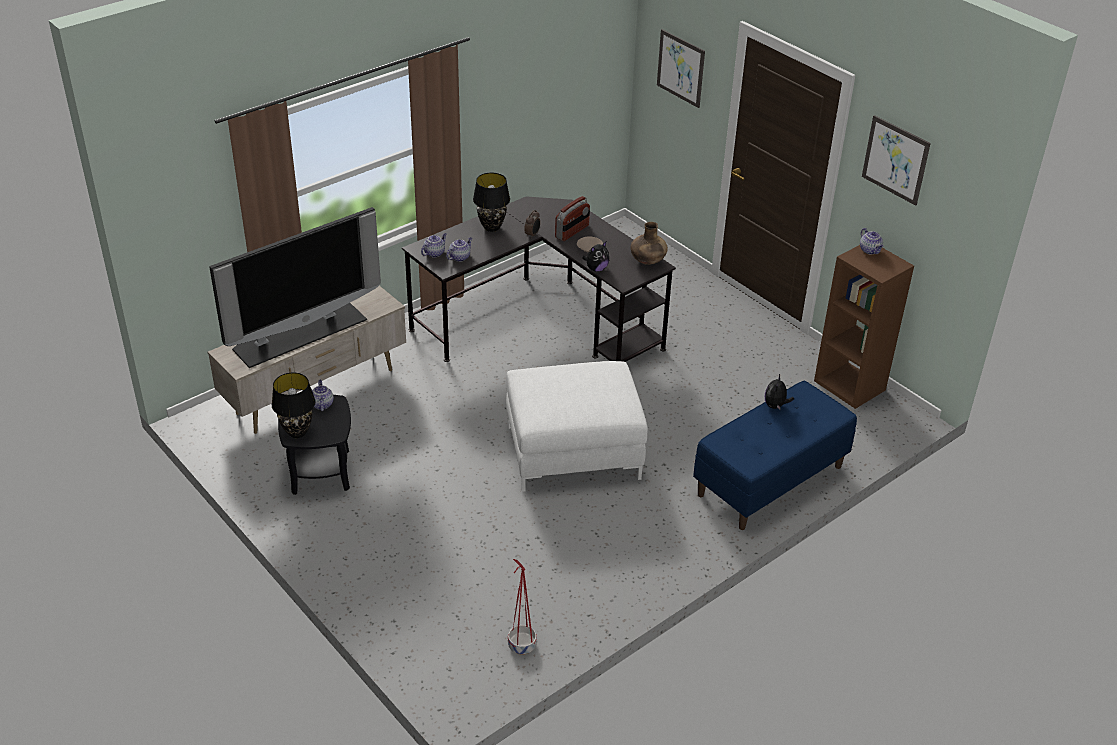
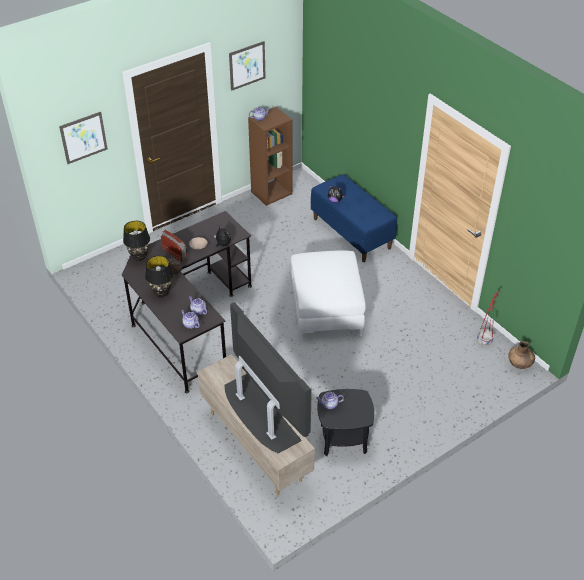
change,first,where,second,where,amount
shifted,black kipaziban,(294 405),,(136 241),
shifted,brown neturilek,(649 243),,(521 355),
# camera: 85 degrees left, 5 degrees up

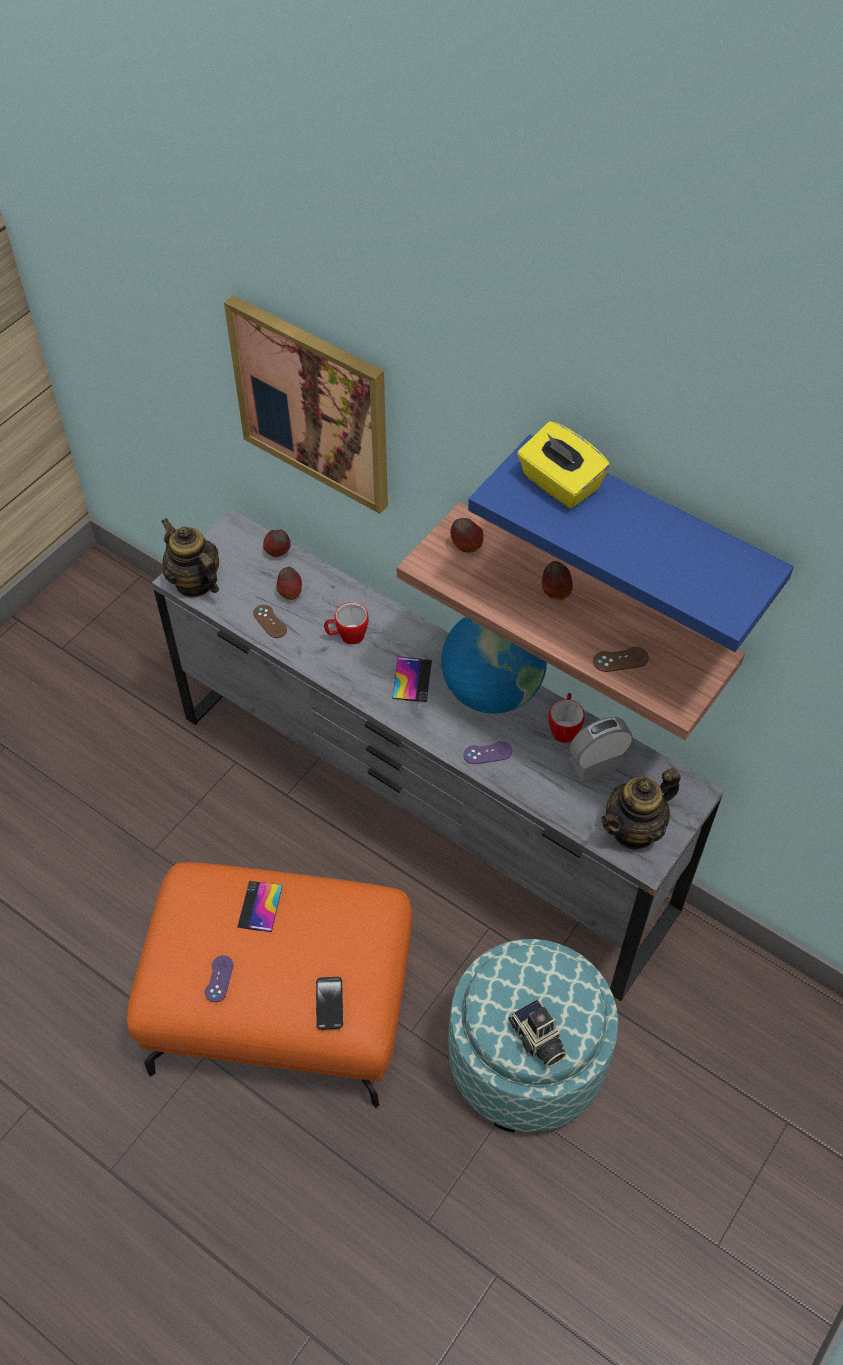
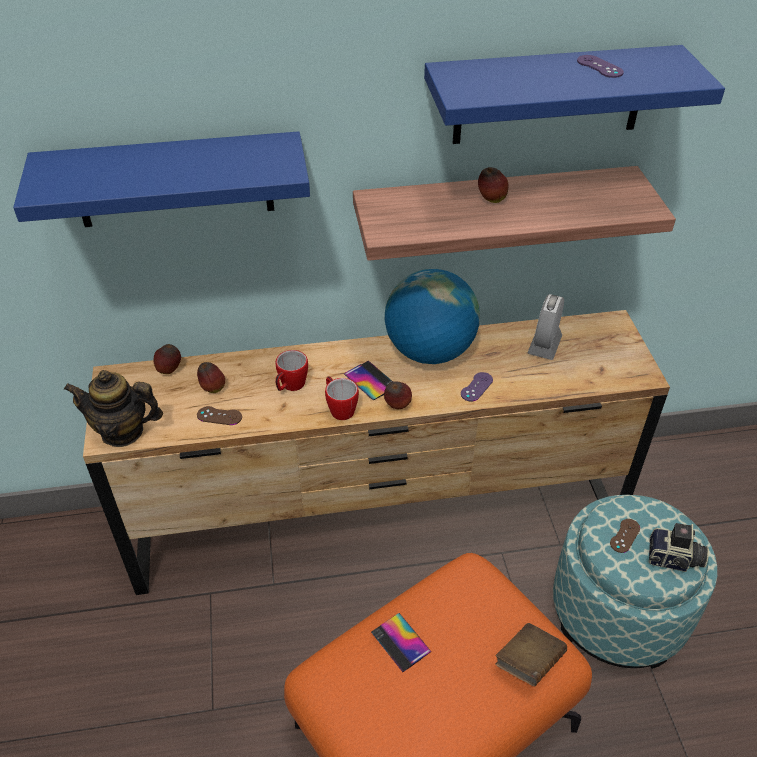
change,first,where,second,where,amount
gone,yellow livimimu,(563 465),,,
gone,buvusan,(641 809),,,
shifted,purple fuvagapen,(219 978),,(600 66),
shifted,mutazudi,(467 535),,(398 395),
shifted,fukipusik,(567 718),,(342 398),
shifted,brown fuvagapen,(621 659),,(625 536),
swapped,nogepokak,(306 404),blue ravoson,(161 179),
swapped,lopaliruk,(329 1003),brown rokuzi,(531 654),
repainted,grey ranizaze,(438 755),brown ranizaze,(376 452),
# camera: 45 degrees left, 10 degrees down

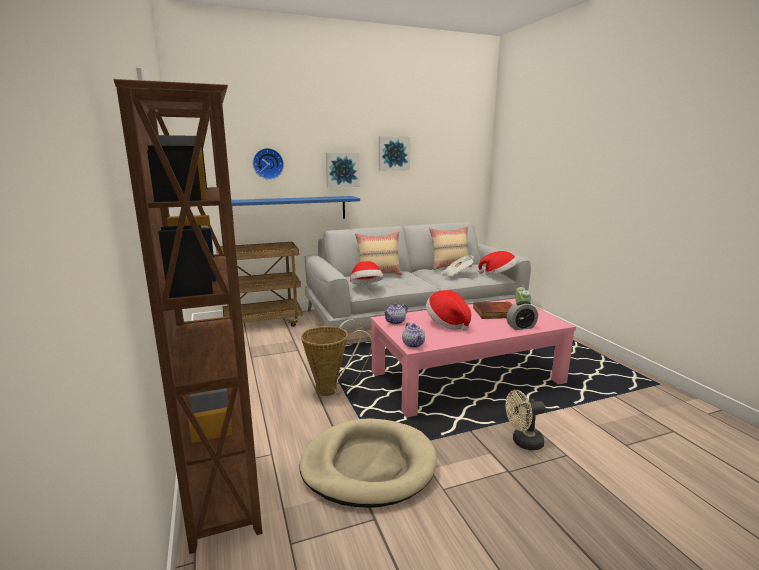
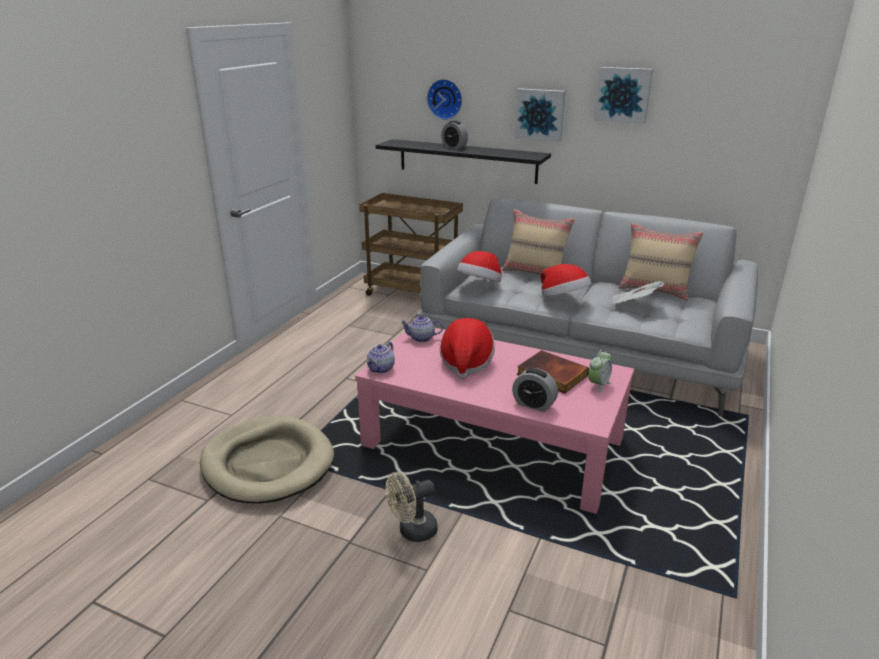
change,first,where,second,where,amount
gone,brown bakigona,(188 316),,,
gone,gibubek,(336 357),,,
new,,,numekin,(454 135),
shifted,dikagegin,(498 263),,(566 280),
repainted,blue ravoson,(295 210),black ravoson,(463 161),
rotated,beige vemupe,(525 420),,(412 507),60 degrees counterclockwise
# camera: 45 degrees right, 10 degrees up

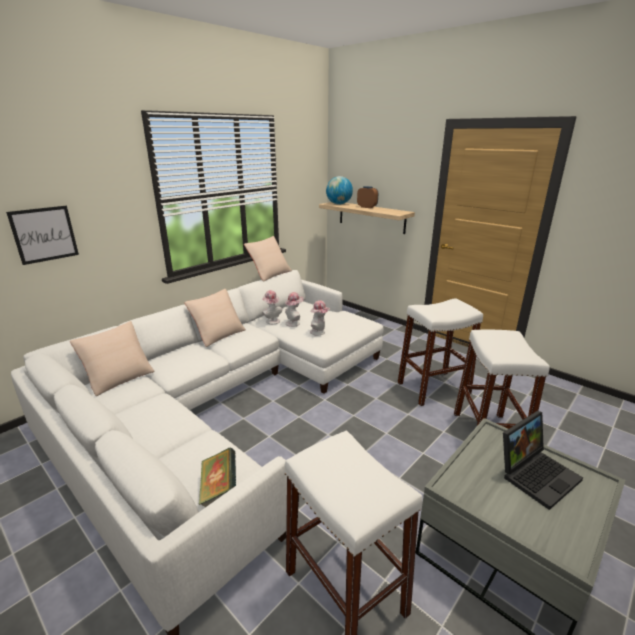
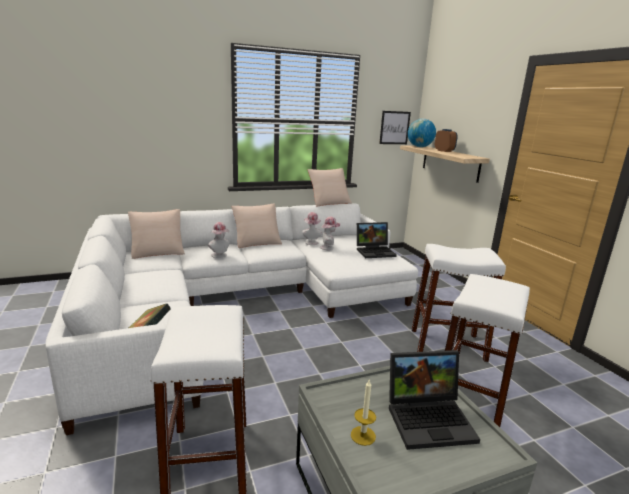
change,first,where,second,where,amount
new,,,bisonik,(363 413),
new,,,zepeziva,(377 240),
shifted,nogepokak,(42 235),,(395 127),
shifted,dikagegin,(320 317),,(219 240),
# camera: 25 degrees right, 5 degrees down

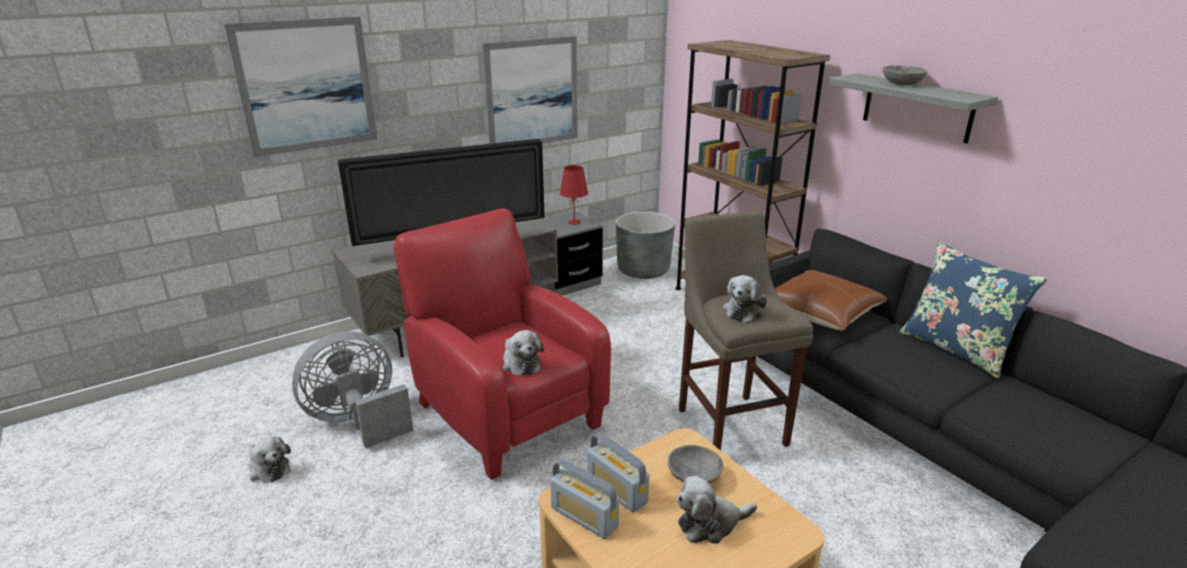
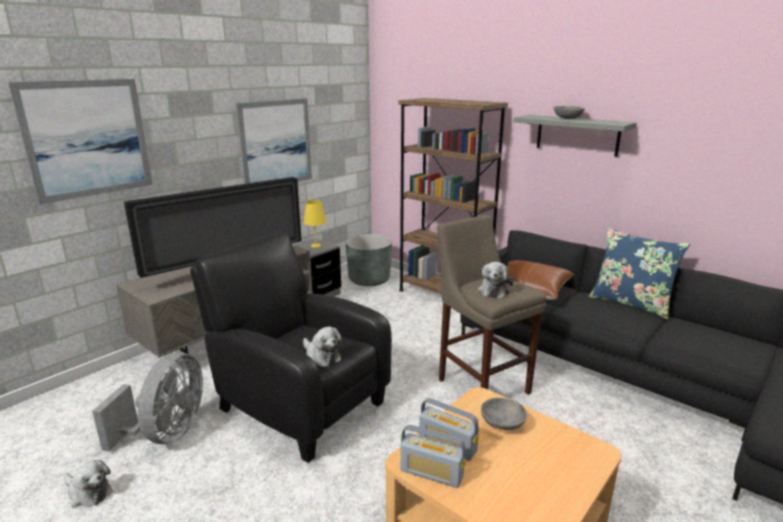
change,first,where,second,where,amount
gone,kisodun,(717 510),,,
repainted,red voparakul,(502 344),black voparakul,(291 347),
repainted,red kipaziban,(574 195),yellow kipaziban,(314 224),
rotated,grey vemupe,(353 389),,(147 401),150 degrees clockwise
# camera: 15 degrees left, 5 degrees down

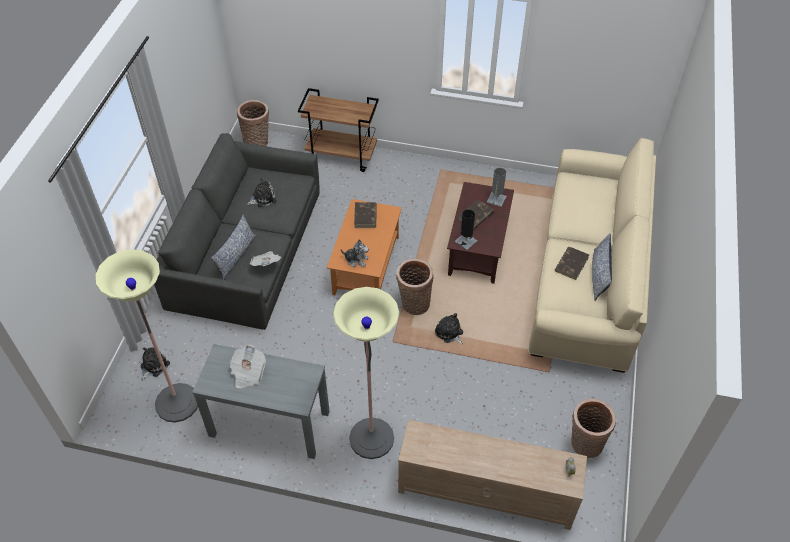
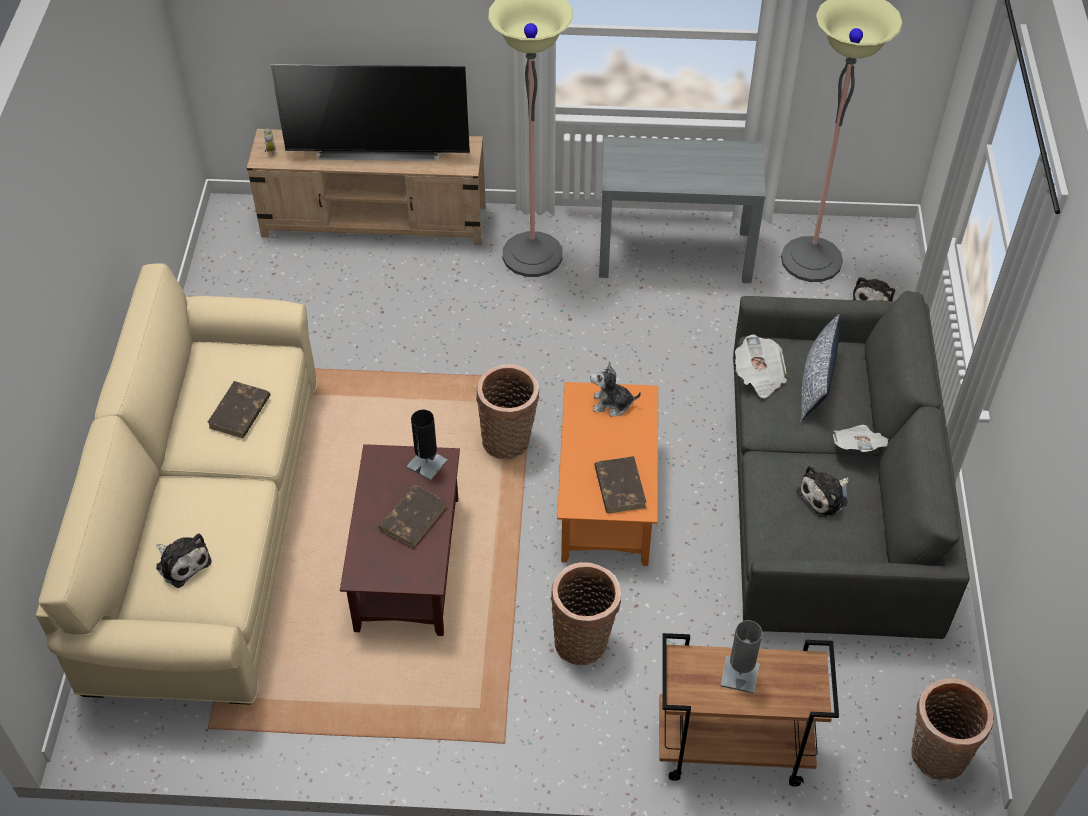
change,first,where,second,where,amount
gone,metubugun,(602 267),,,
new,,,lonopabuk,(370 112),
shifted,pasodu,(247 366),,(860 438),
shifted,kisodun,(449 328),,(184 561),
shifted,grey kipaziban,(496 187),,(741 657),
shifted,gibubek,(593 428),,(585 613),
# camera: 170 degrees right, 0 degrees up

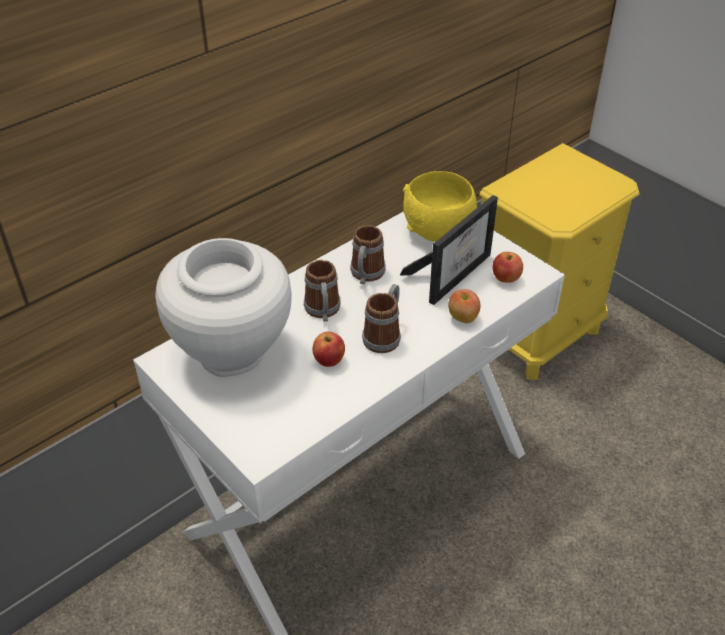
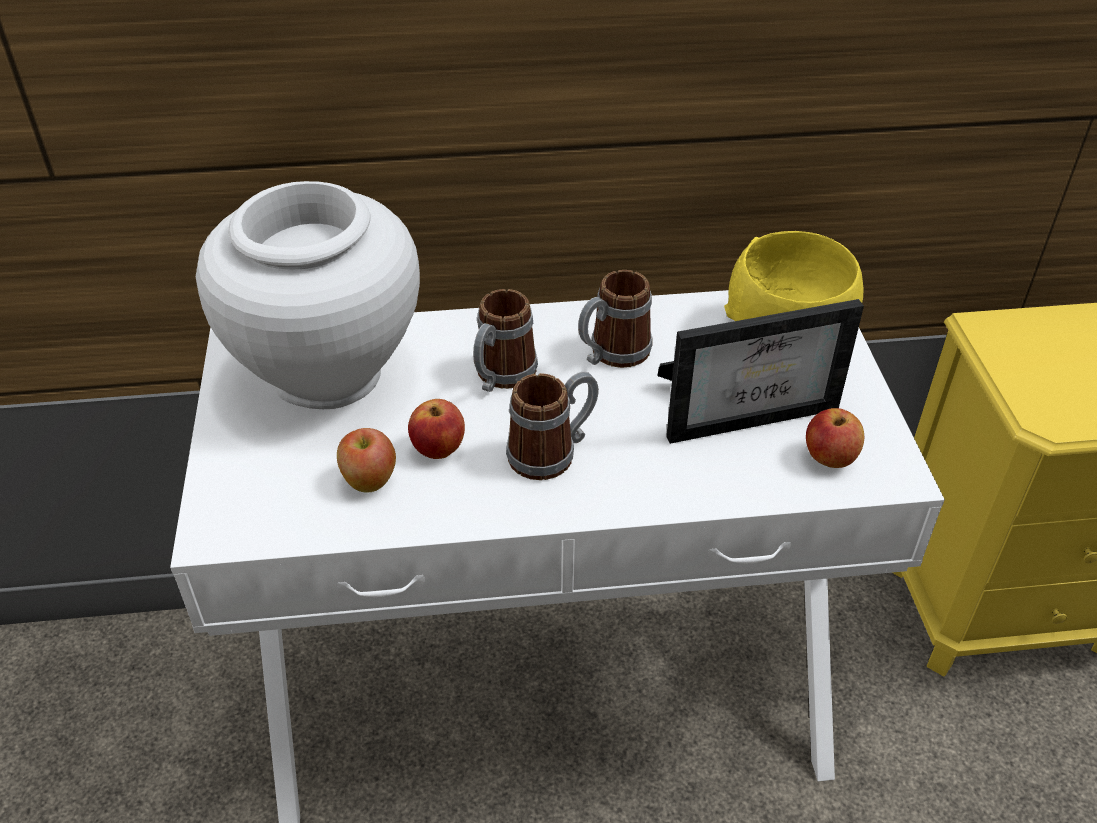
change,first,where,second,where,amount
shifted,mutazudi,(464 306),,(366 460),
# camera: 35 degrees right, 0 degrees up

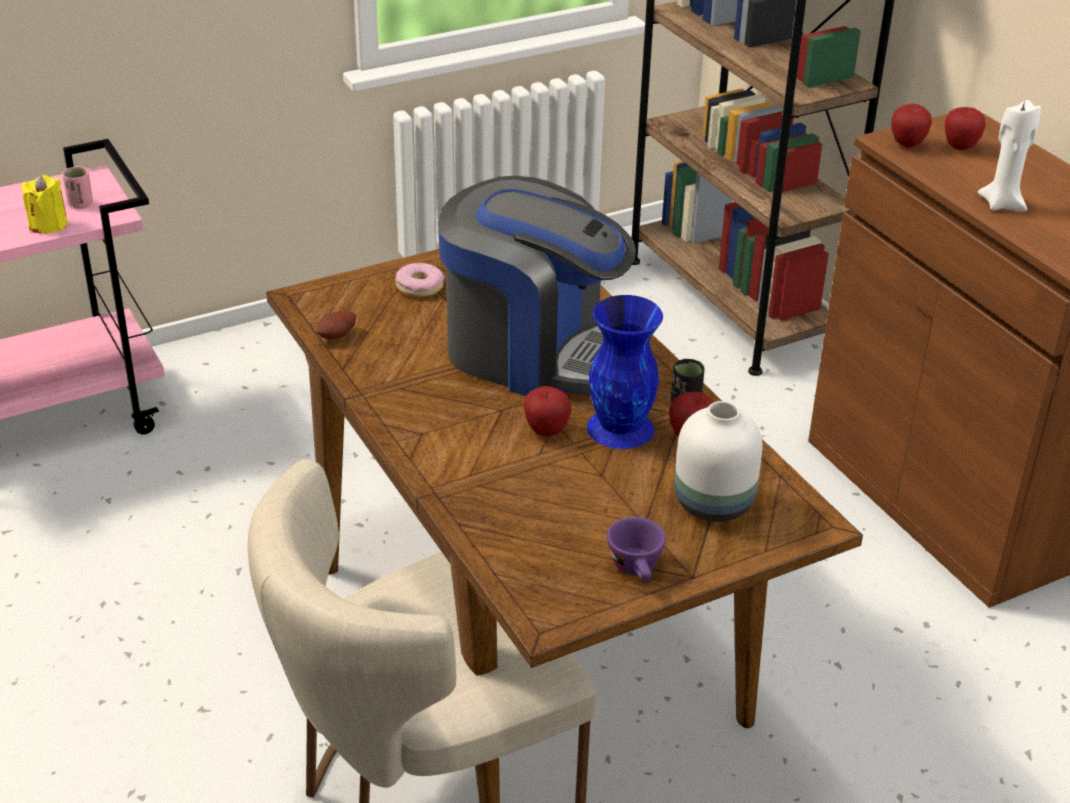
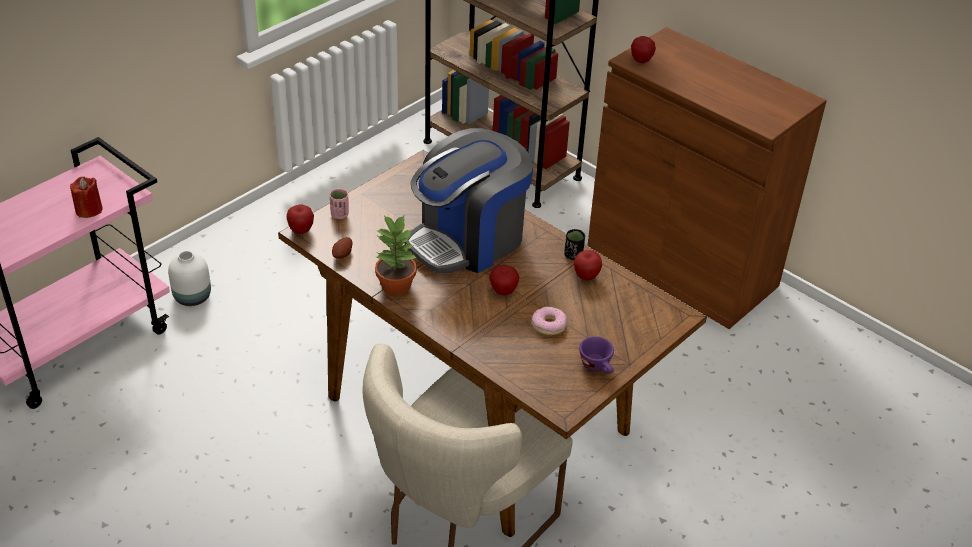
change,first,where,second,where,amount
gone,blue neturilek,(625 372),,,
gone,white bisonik,(1009 156),,,
new,,,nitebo,(396 255),
shifted,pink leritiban,(78 187),,(339 203),
shifted,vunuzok,(419 280),,(549 321),
shifted,white neturilek,(718 461),,(189 278),
shifted,mutazudi,(965 128),,(300 219),
repainted,yellow bisonik,(45 204),red bisonik,(86 197),
rotated,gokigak,(537 286),,(469 200),135 degrees clockwise
# camera: 20 degrees left, 5 degrees up

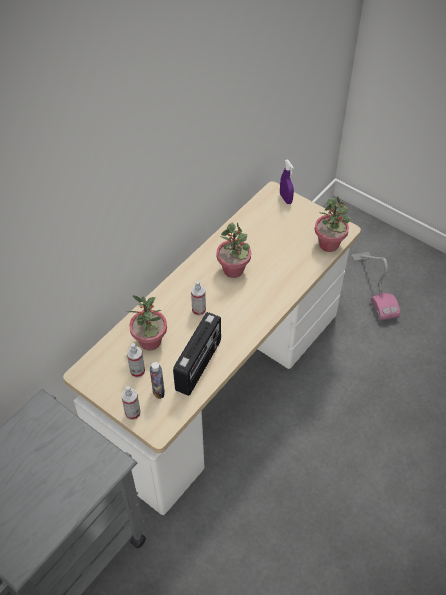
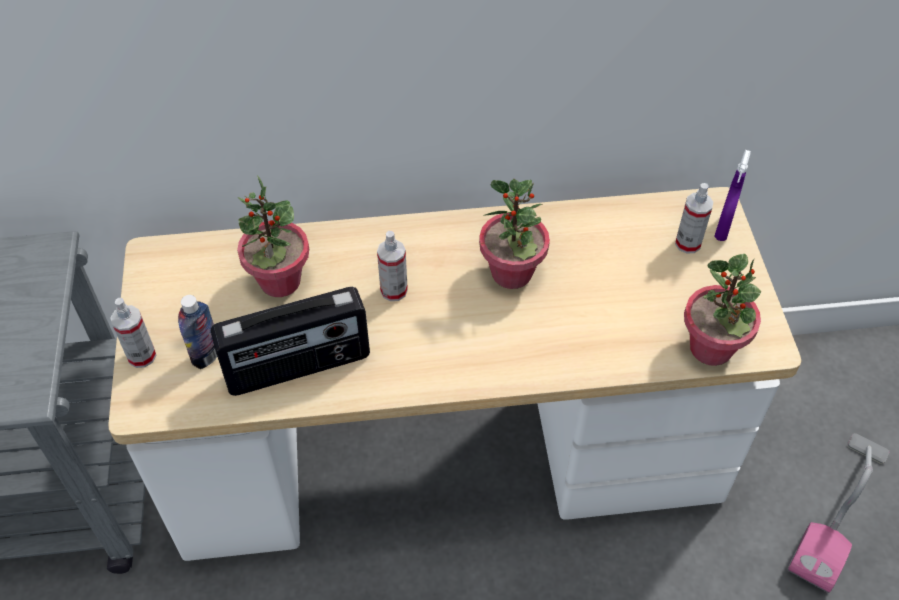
change,first,where,second,where,amount
shifted,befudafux,(136 360),,(694 218),
# camera: 45 degrees right, 0 degrees up

